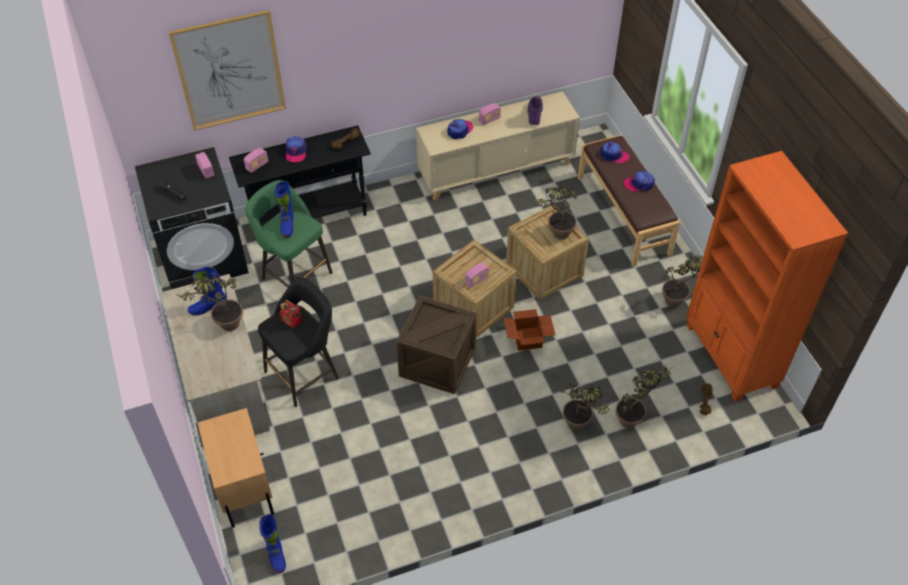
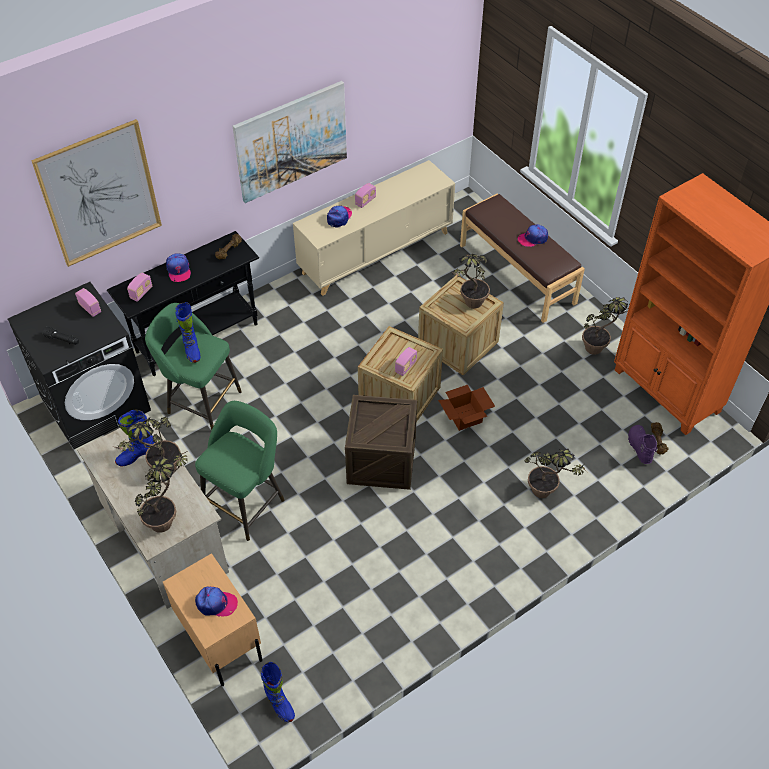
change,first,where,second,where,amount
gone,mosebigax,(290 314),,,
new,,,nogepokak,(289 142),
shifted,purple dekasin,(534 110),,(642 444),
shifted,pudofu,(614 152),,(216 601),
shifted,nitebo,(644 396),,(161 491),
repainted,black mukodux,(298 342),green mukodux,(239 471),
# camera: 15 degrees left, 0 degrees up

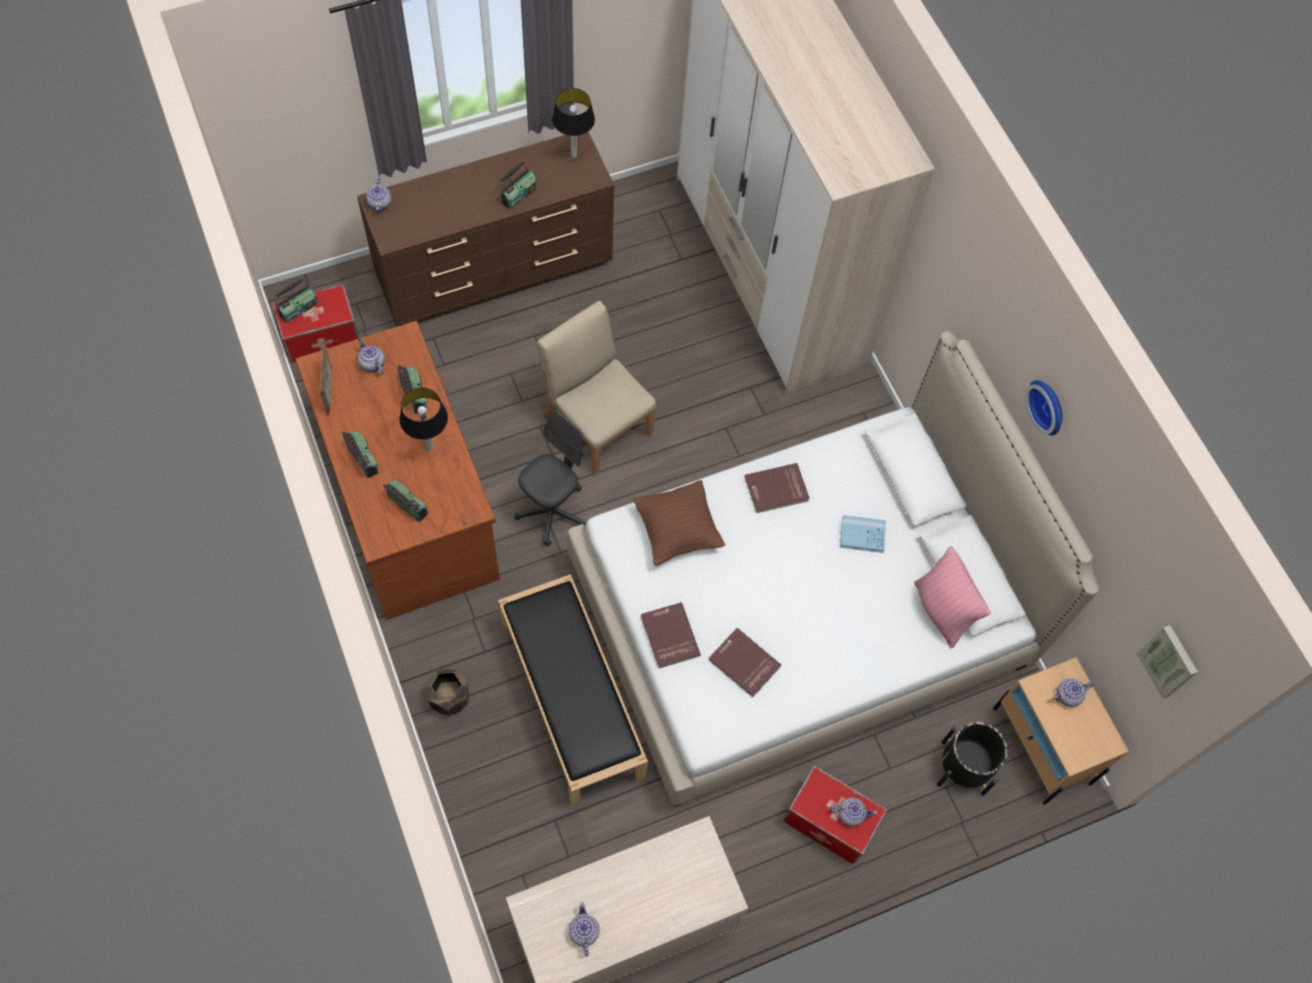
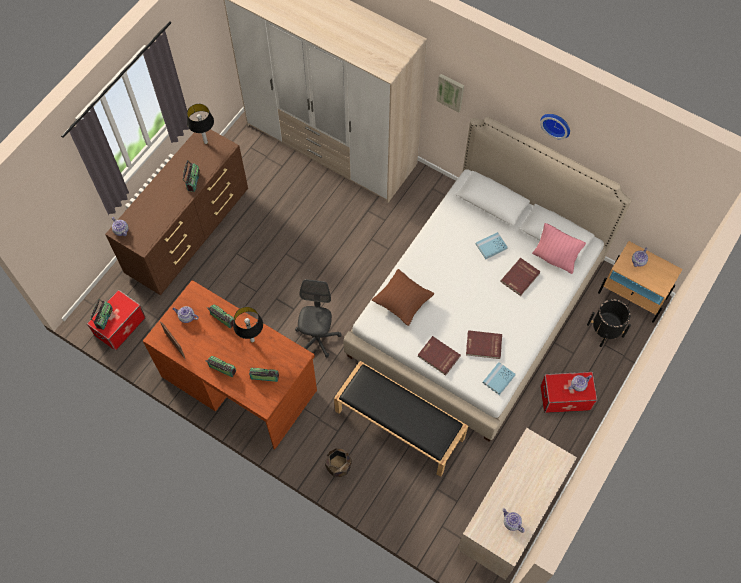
change,first,where,second,where,amount
gone,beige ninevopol,(597 387),,,
new,,,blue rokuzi,(499 378),
shifted,red rokuzi,(777 488),,(520 277),
shifted,nogepokak,(1167 662),,(450 93),
# camera: 30 degrees left, 0 degrees up

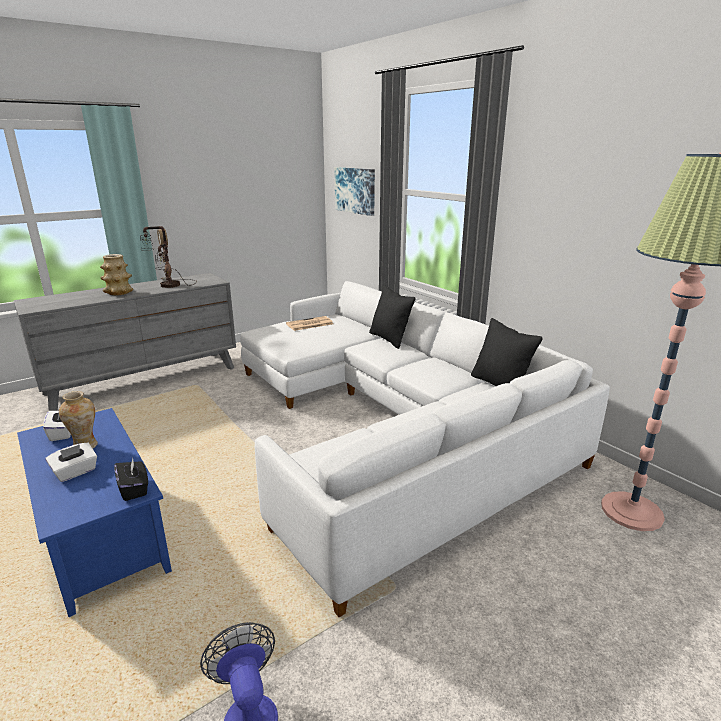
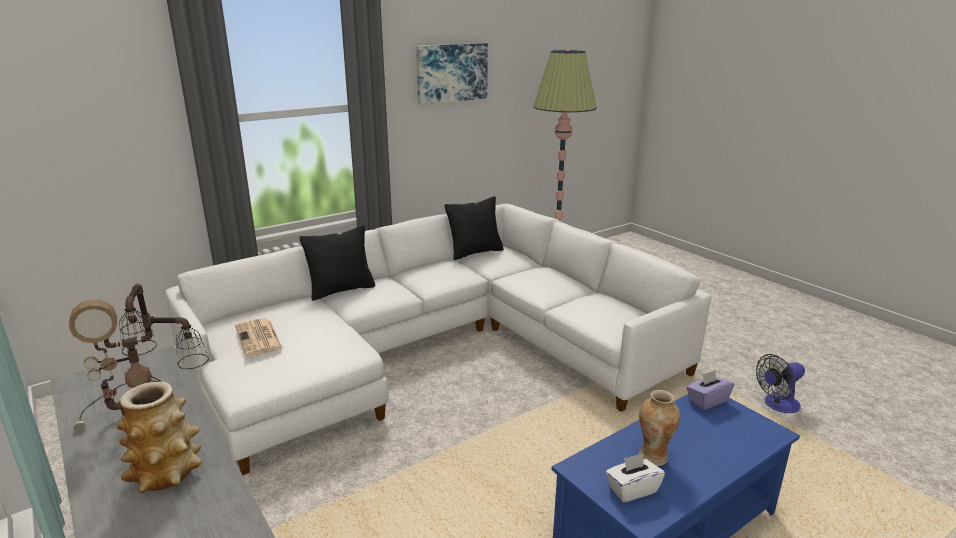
change,first,where,second,where,amount
gone,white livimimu,(71 462),,,
shifted,nogepokak,(354 191),,(452 73),
repainted,black livimimu,(131 479),purple livimimu,(710 390),
# camera: 90 degrees left, 0 degrees up

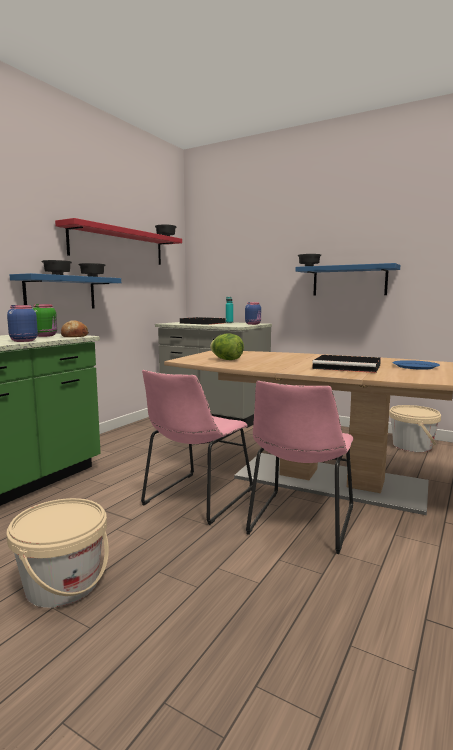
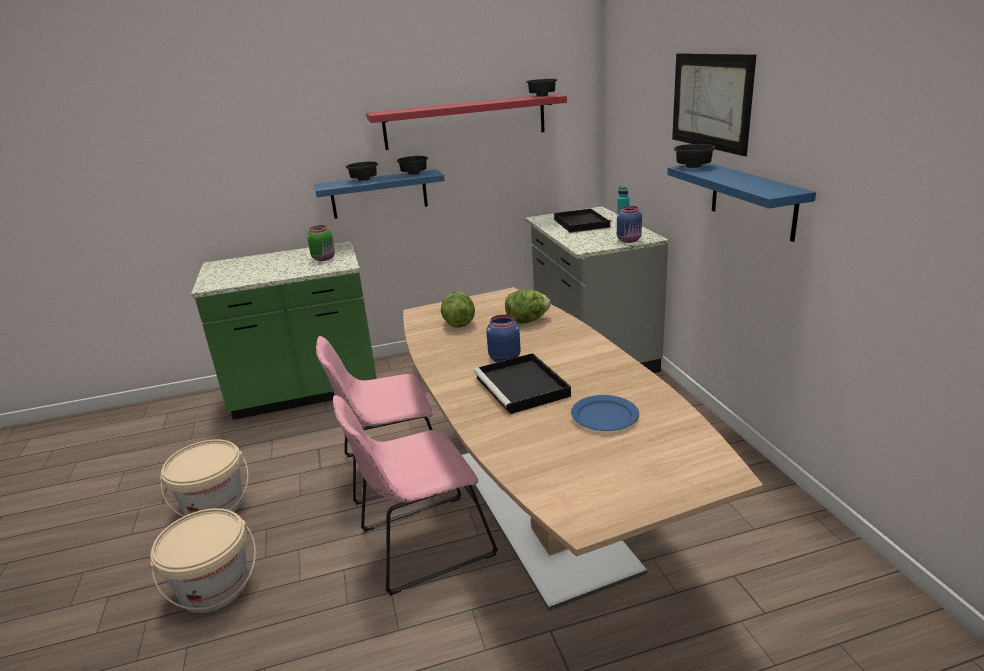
change,first,where,second,where,amount
gone,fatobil,(75 328),,,
new,,,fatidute,(528 306),
new,,,nogepokak,(714 104),
shifted,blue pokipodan,(22 323),,(503 338),
shifted,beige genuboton,(415 428),,(203 560),
# camera: 45 degrees right, 15 degrees up

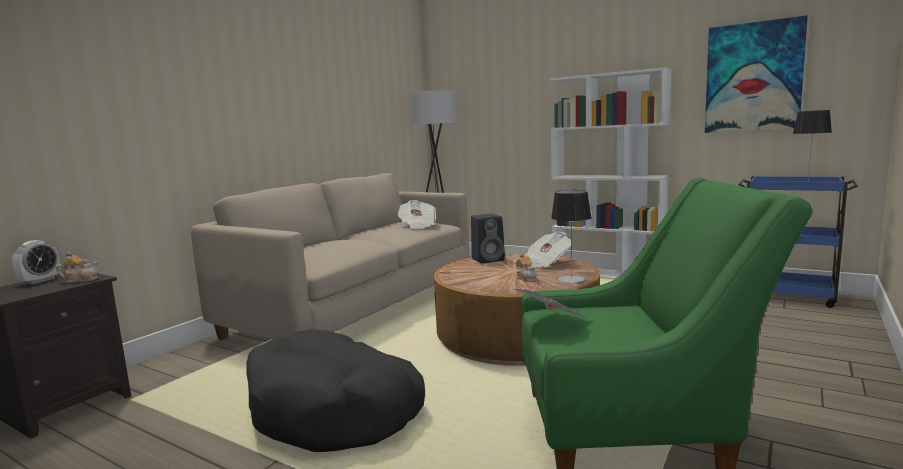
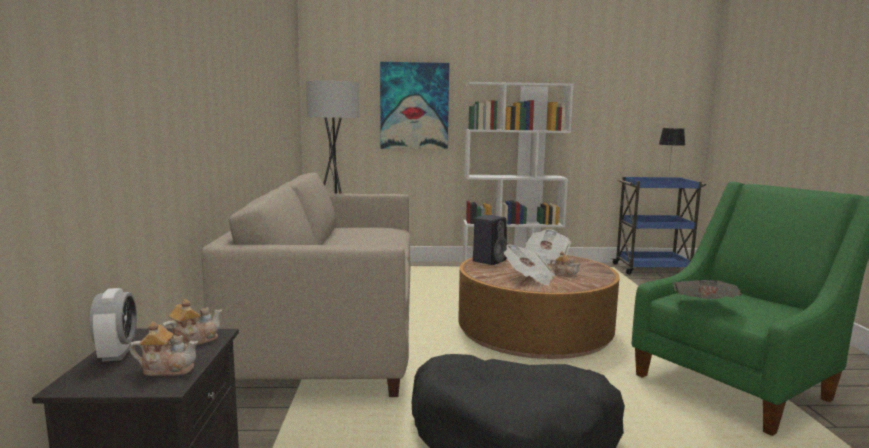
change,first,where,second,where,amount
gone,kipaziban,(571 236),,,
new,,,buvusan,(164 348),
shifted,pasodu,(416 214),,(529 264),
shifted,nogepokak,(756 74),,(414 105),
# camera: 35 degrees left, 0 degrees up

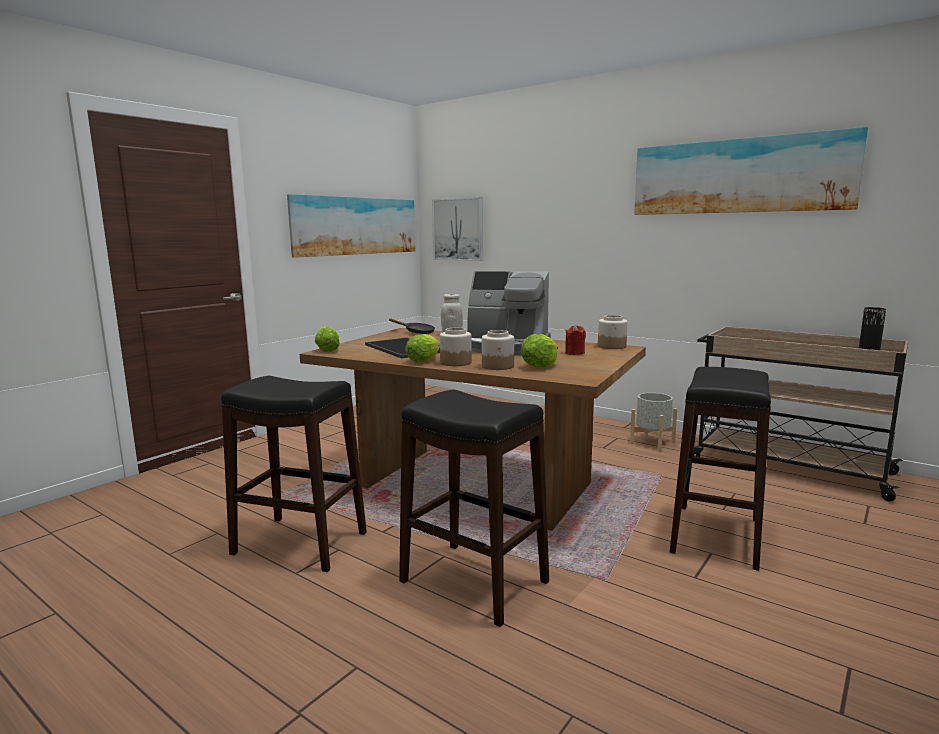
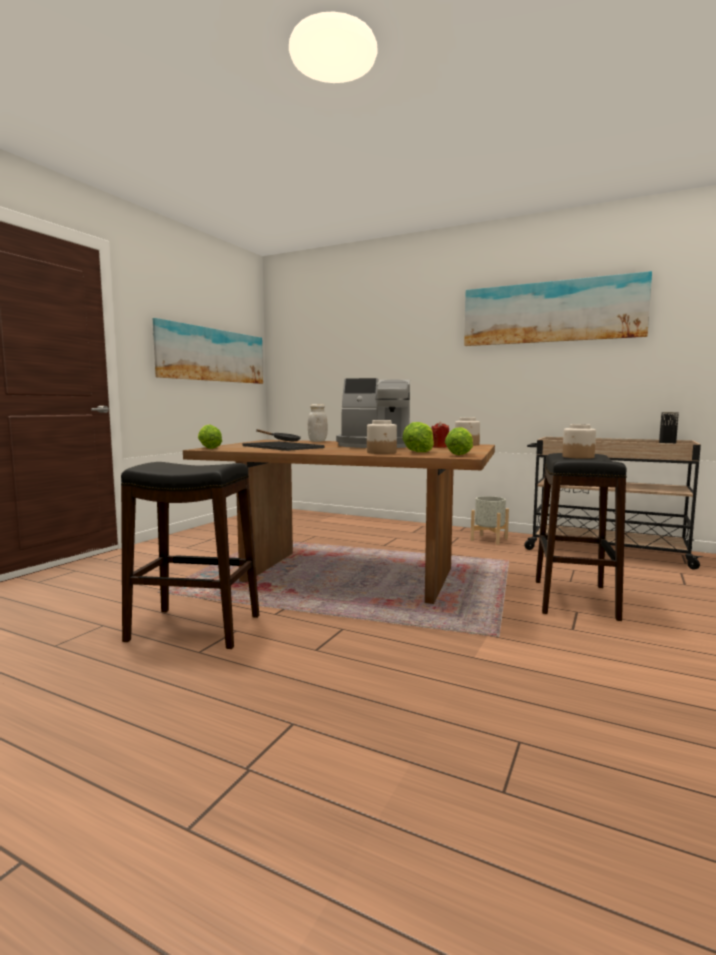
change,first,where,second,where,amount
gone,black mukodux,(474 508),,,
gone,nogepokak,(457 229),,,
shifted,fatidute,(422 348),,(458 441),
shifted,pokipodan,(456 346),,(579 441),
# camera: 10 degrees left, 5 degrees down

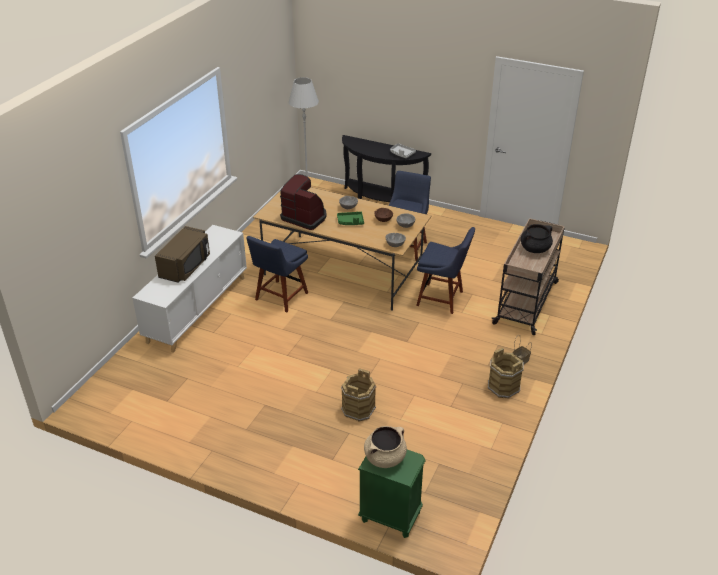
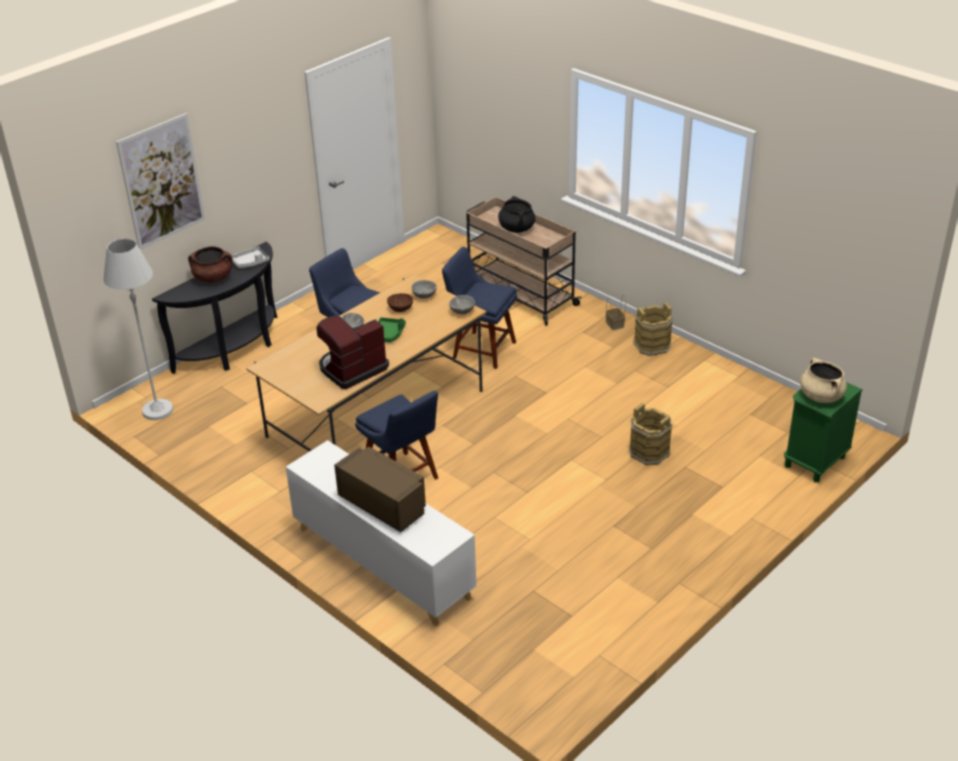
change,first,where,second,where,amount
new,,,nogepokak,(160 181),
new,,,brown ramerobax,(210 264),
rotated,blue ninevopol,(445 270),,(479 308),105 degrees counterclockwise
# camera: 70 degrees left, 0 degrees up

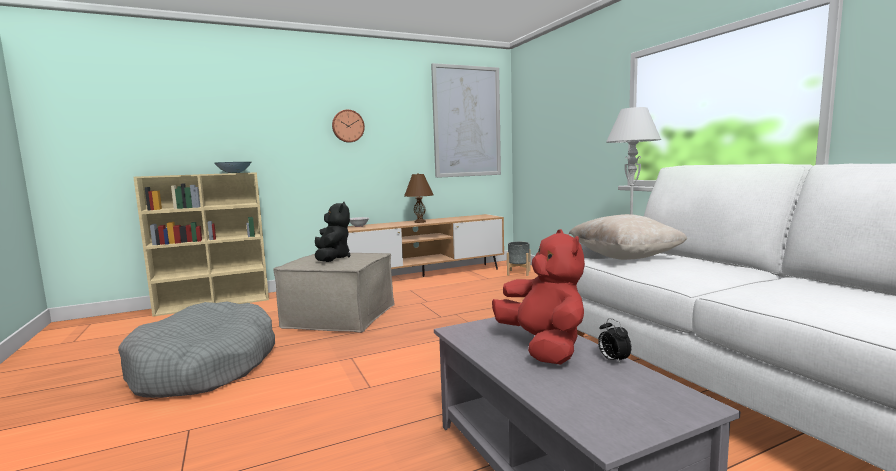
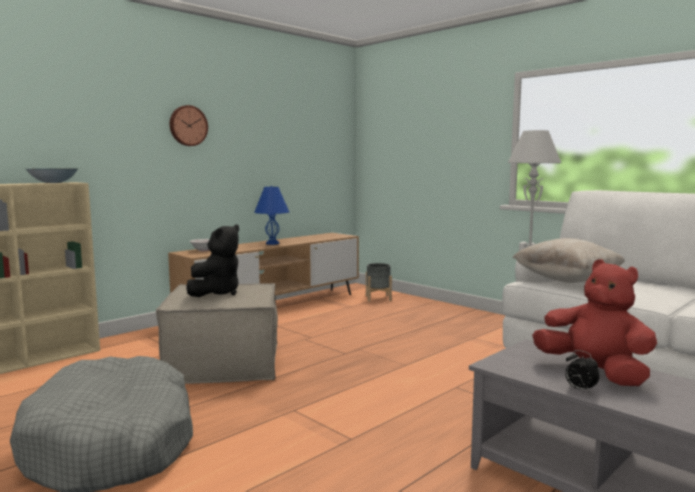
change,first,where,second,where,amount
gone,nogepokak,(466 120),,,
shifted,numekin,(615 341),,(582 372),
repainted,brown kipaziban,(419 198),blue kipaziban,(272 215),
rotated,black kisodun,(333 232),,(212 261),60 degrees clockwise
# camera: 20 degrees left, 0 degrees up

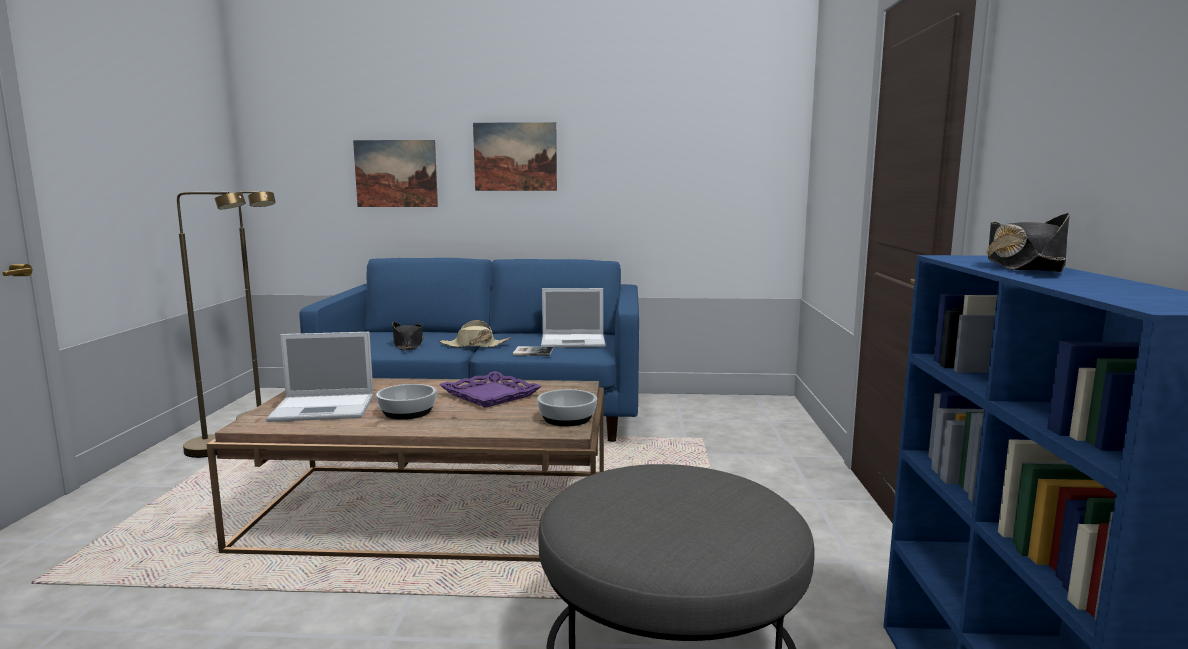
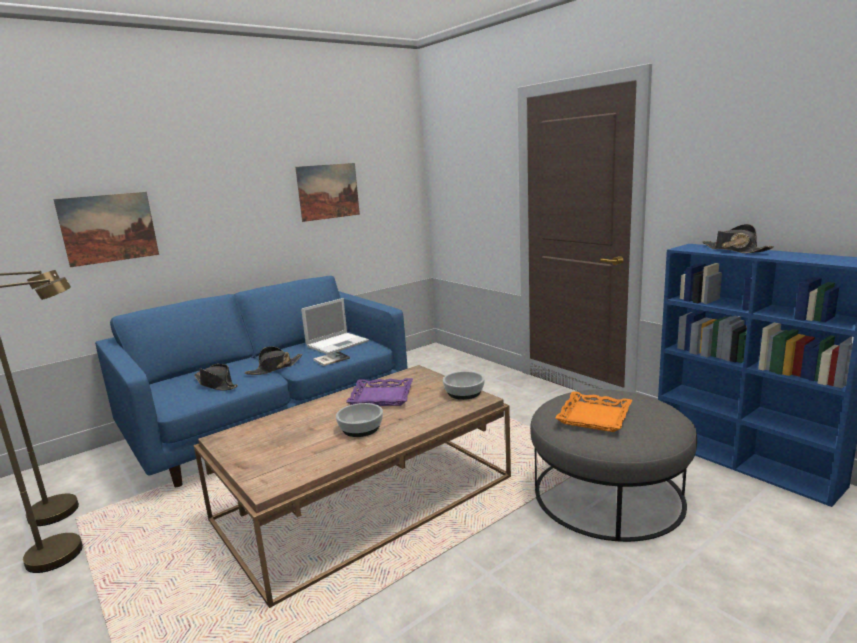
change,first,where,second,where,amount
gone,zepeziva,(319 377),,,
new,,,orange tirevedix,(593 411),
shifted,nogepokak,(515 156),,(327 192),
repainted,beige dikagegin,(475 334),black dikagegin,(273 360),
# camera: 40 degrees left, 5 degrees up

